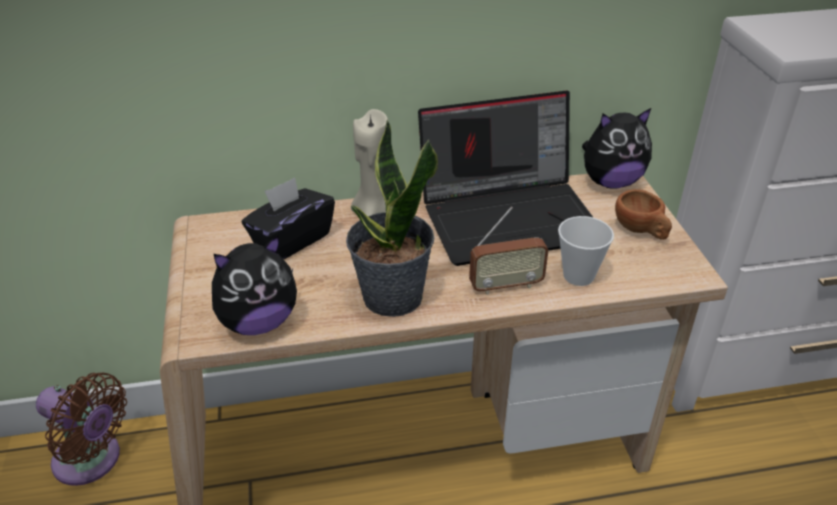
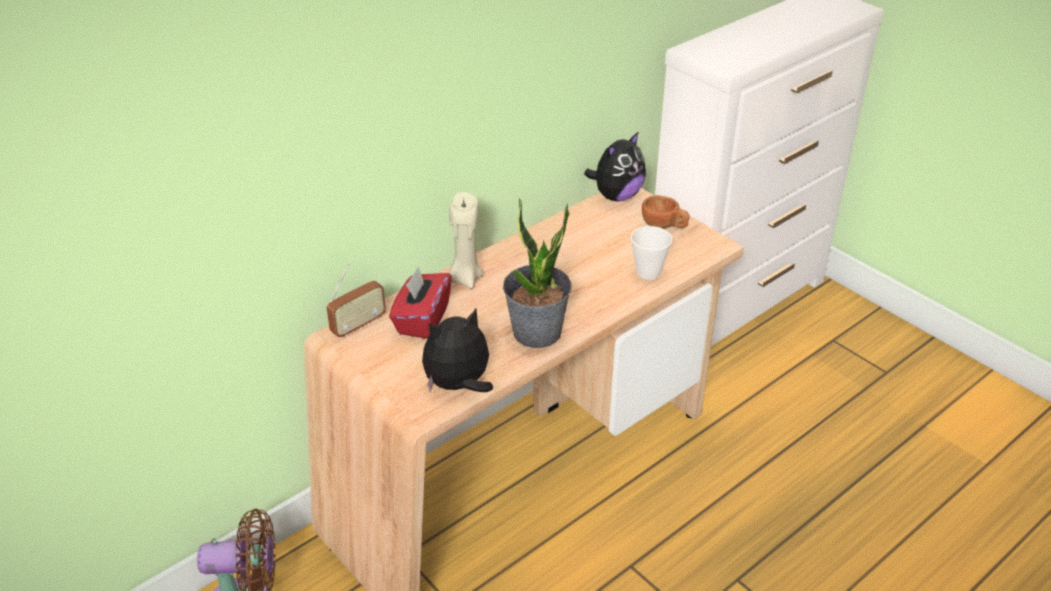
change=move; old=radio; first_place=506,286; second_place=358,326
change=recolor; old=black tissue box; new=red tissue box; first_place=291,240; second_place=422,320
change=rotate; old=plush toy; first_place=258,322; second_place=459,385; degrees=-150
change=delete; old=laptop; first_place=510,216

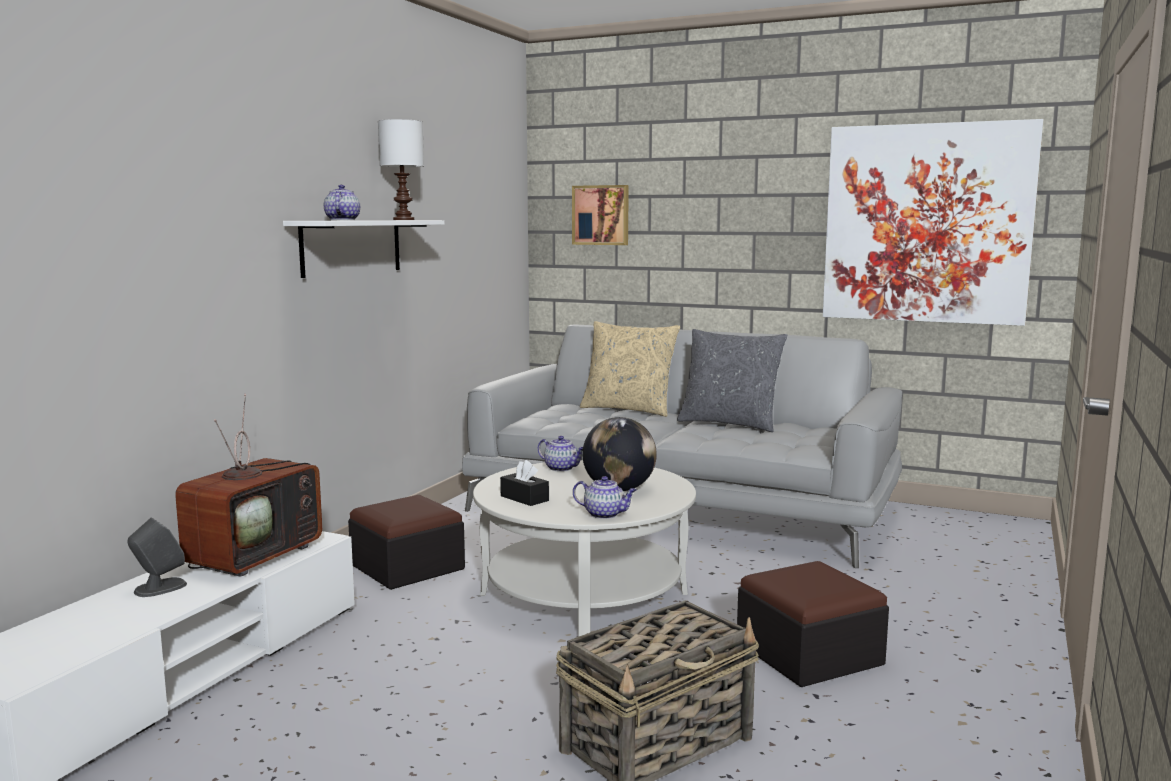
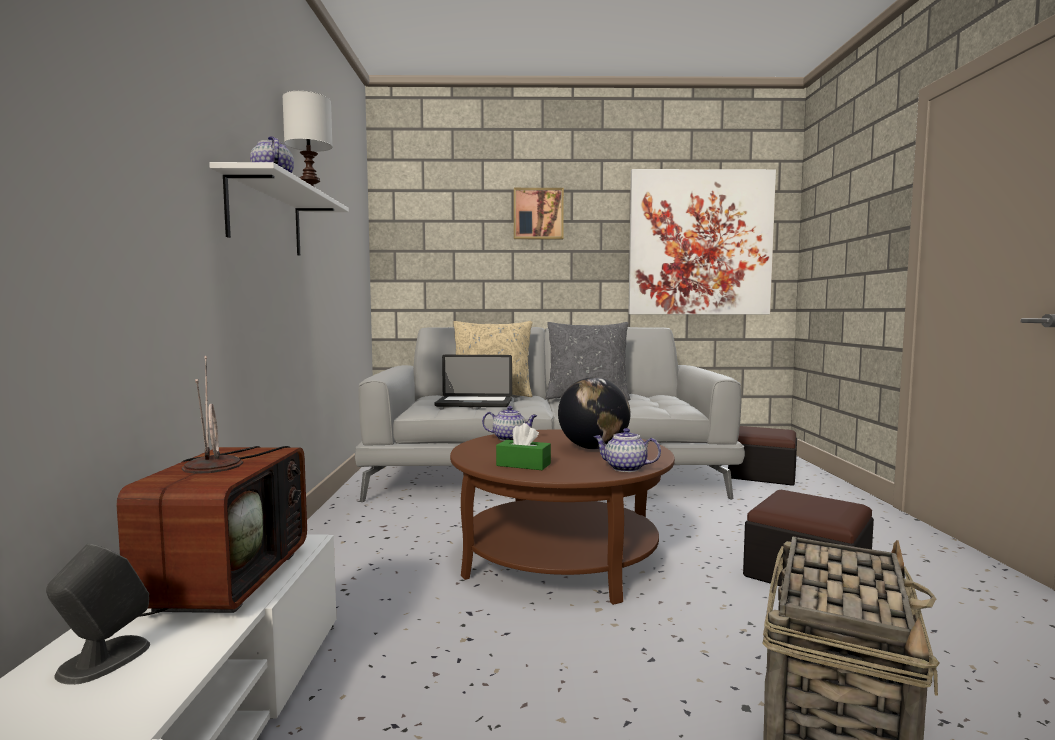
change=insert; new=laptop; second_place=474,403
change=recolor; old=white coffee table; new=brown coffee table; first_place=584,593; second_place=560,557
change=recolor; old=black tissue box; new=green tissue box; first_place=524,498; second_place=523,465
change=move; old=picture; first_place=601,215; second_place=538,214
change=rotate; old=teapot; first_place=605,514; second_place=624,468; degrees=-150
change=move; old=ottoman; first_place=407,567; second_place=762,474

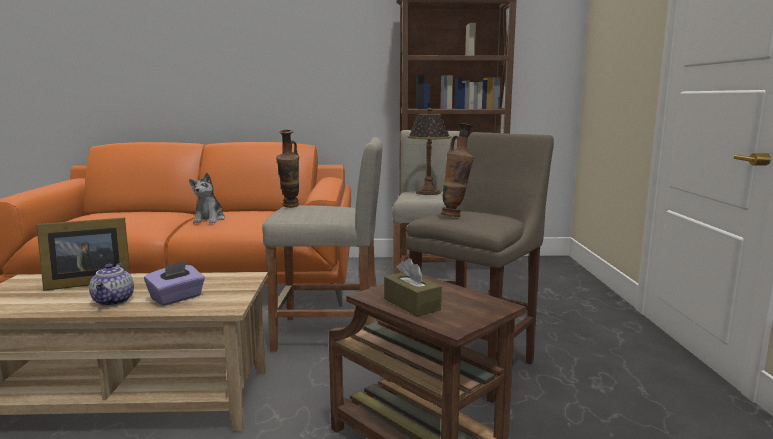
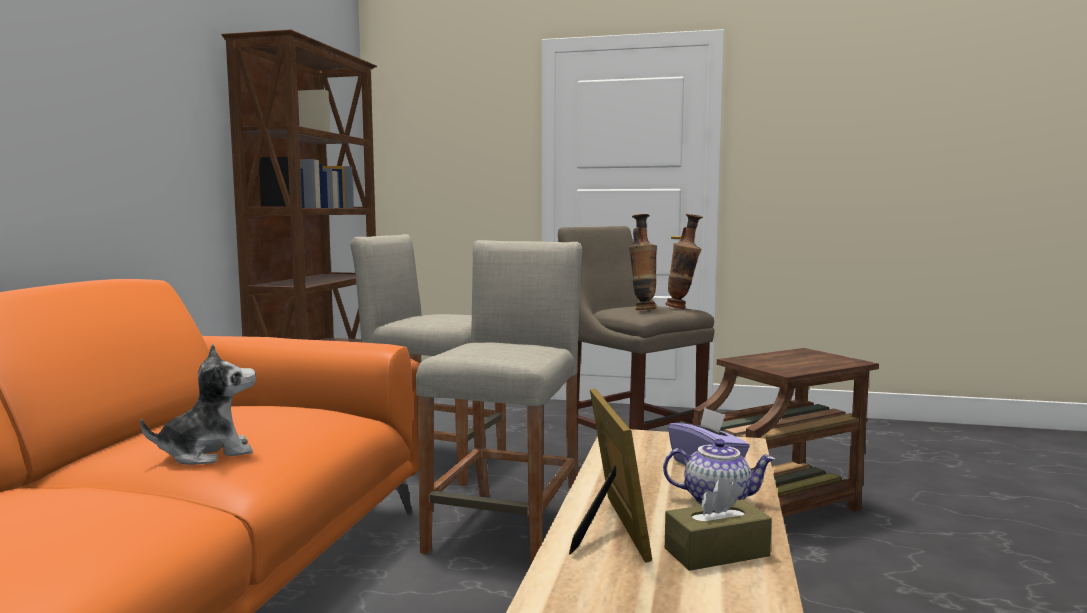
change=rotate; old=plush toy; first_place=209,219; second_place=208,453; degrees=-45
change=move; old=brown tissue box; first_place=411,304; second_place=716,552
change=move; old=vase; first_place=290,207; second_place=682,308
change=delete; old=table lamp; first_place=428,192

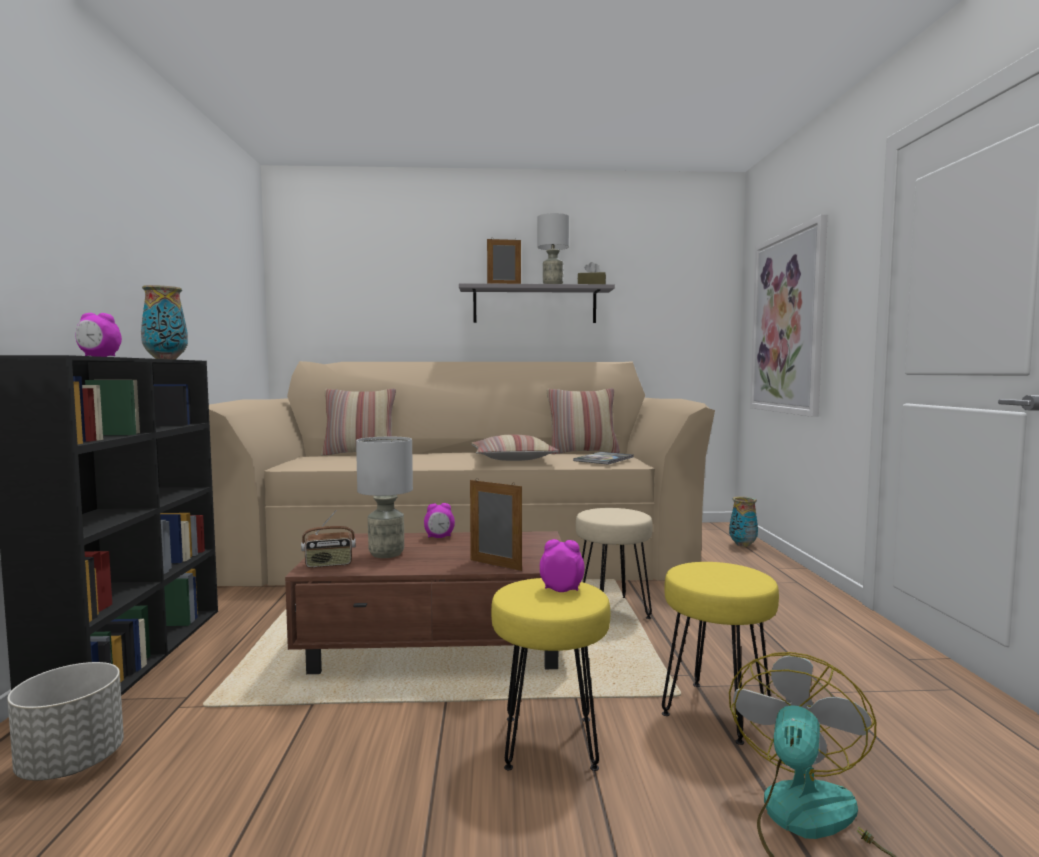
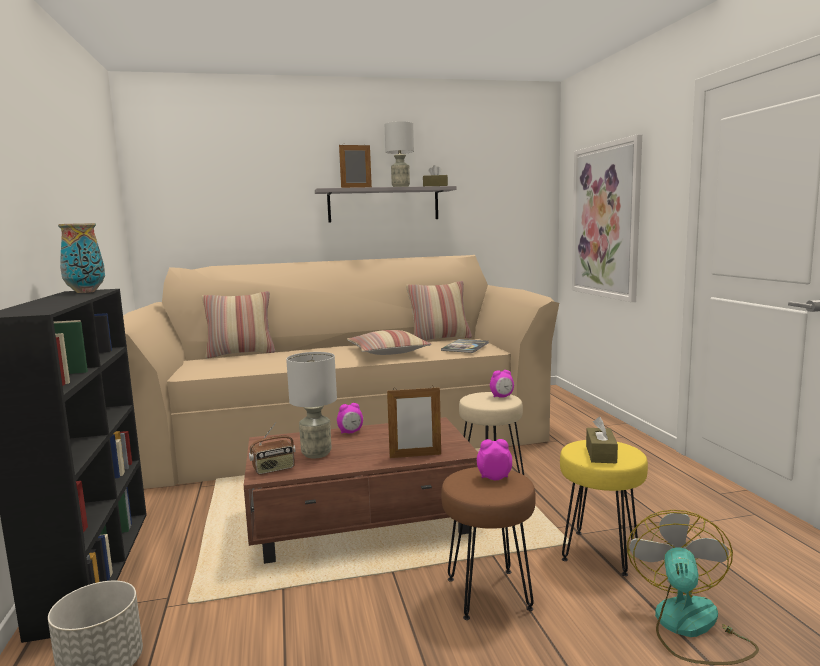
change=rotate; old=picture frame; first_place=495,565; second_place=415,456; degrees=150
change=recolor; old=yellow stool; new=brown stool; first_place=550,741; second_place=489,593
change=move; old=alarm clock; first_place=99,356; second_place=502,397
change=insert; new=brown tissue box; second_place=601,454
change=delete; old=vase; first_place=742,545

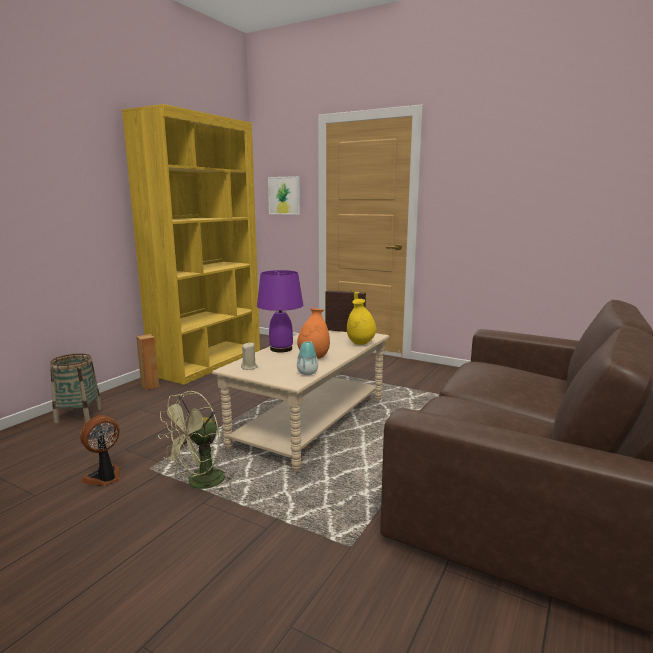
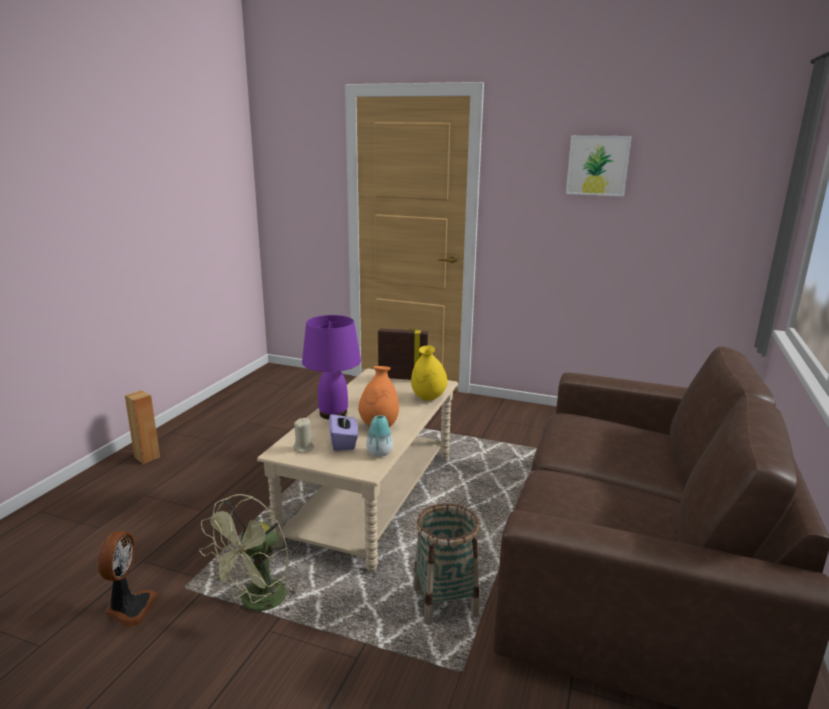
change=rotate; old=fan; first_place=105,478; second_place=129,608; degrees=150
change=insert; new=purple tissue box; second_place=344,442
change=move; old=basket; first_place=79,415; second_place=445,602
change=move; old=picture; first_place=284,195; second_place=597,165
change=delete; old=yellow bookcase; first_place=208,363

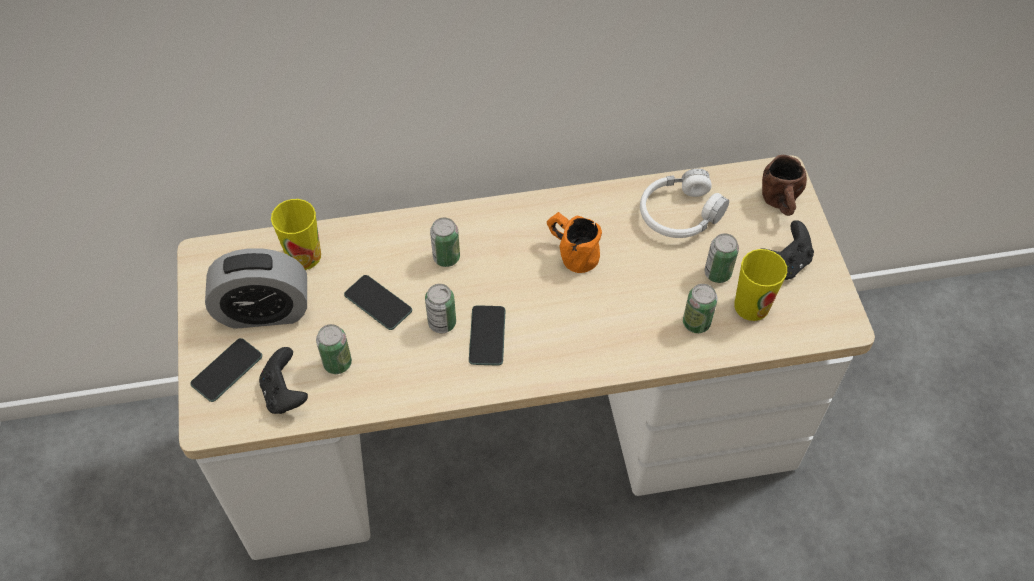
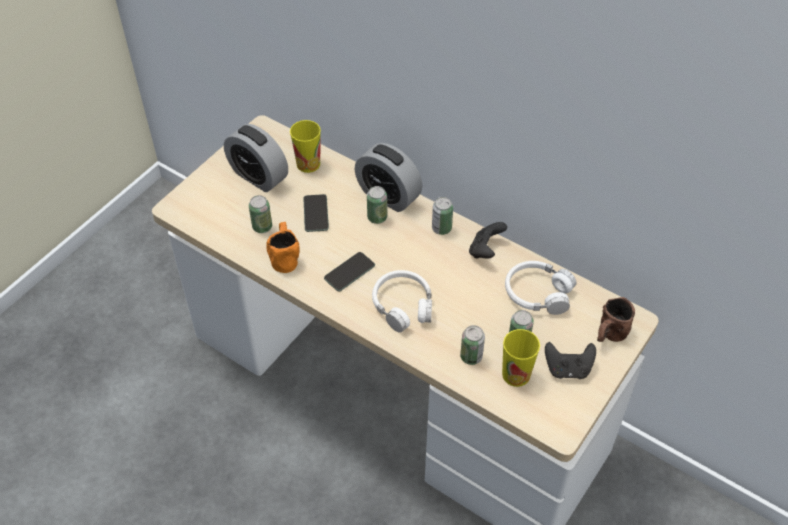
change=move; old=orange mug; first_place=570,253; second_place=284,255
change=insert; new=alarm clock; second_place=388,195
change=insert; new=white headphones; second_place=403,305
change=move; old=can; first_place=442,323; second_place=441,228
change=move; old=black game controller; first_place=285,394; second_place=485,250
change=delete; old=phone; first_place=227,370

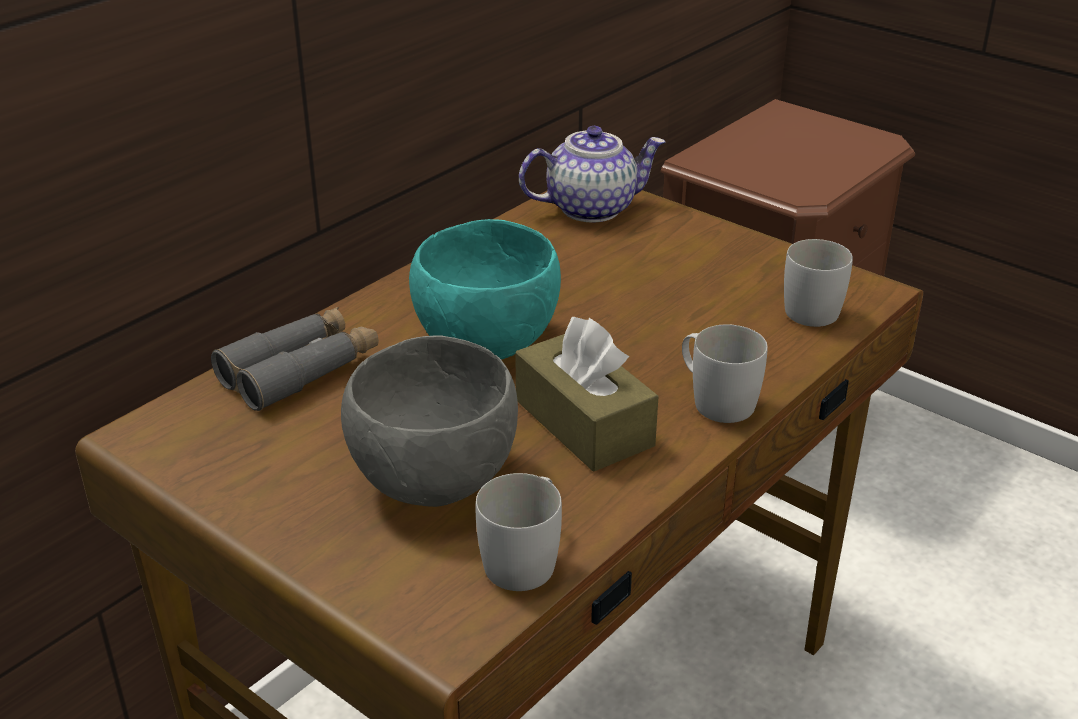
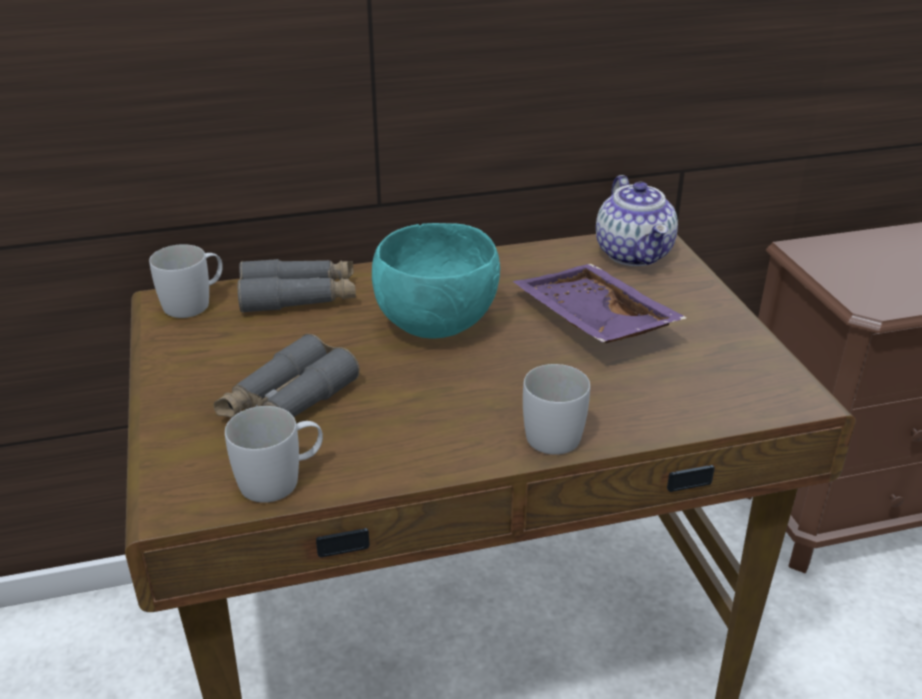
change=move; old=white mug; first_place=810,306; second_place=195,302
change=replace; old=grey bowl; new=grey binoculars; first_place=432,481; second_place=287,402
change=insert; new=purple tray; second_place=590,322
change=rotate; old=teapot; first_place=591,208; second_place=635,254; degrees=60
change=delete; old=brown tissue box; first_place=584,423

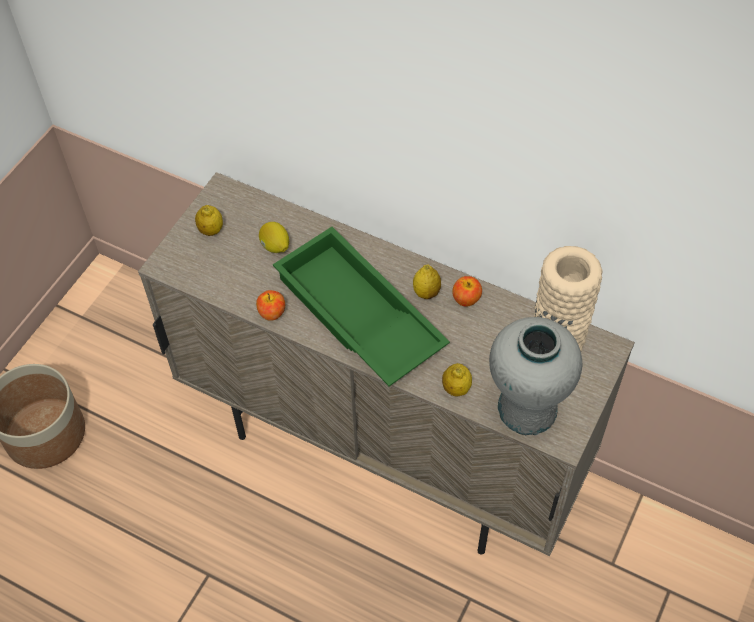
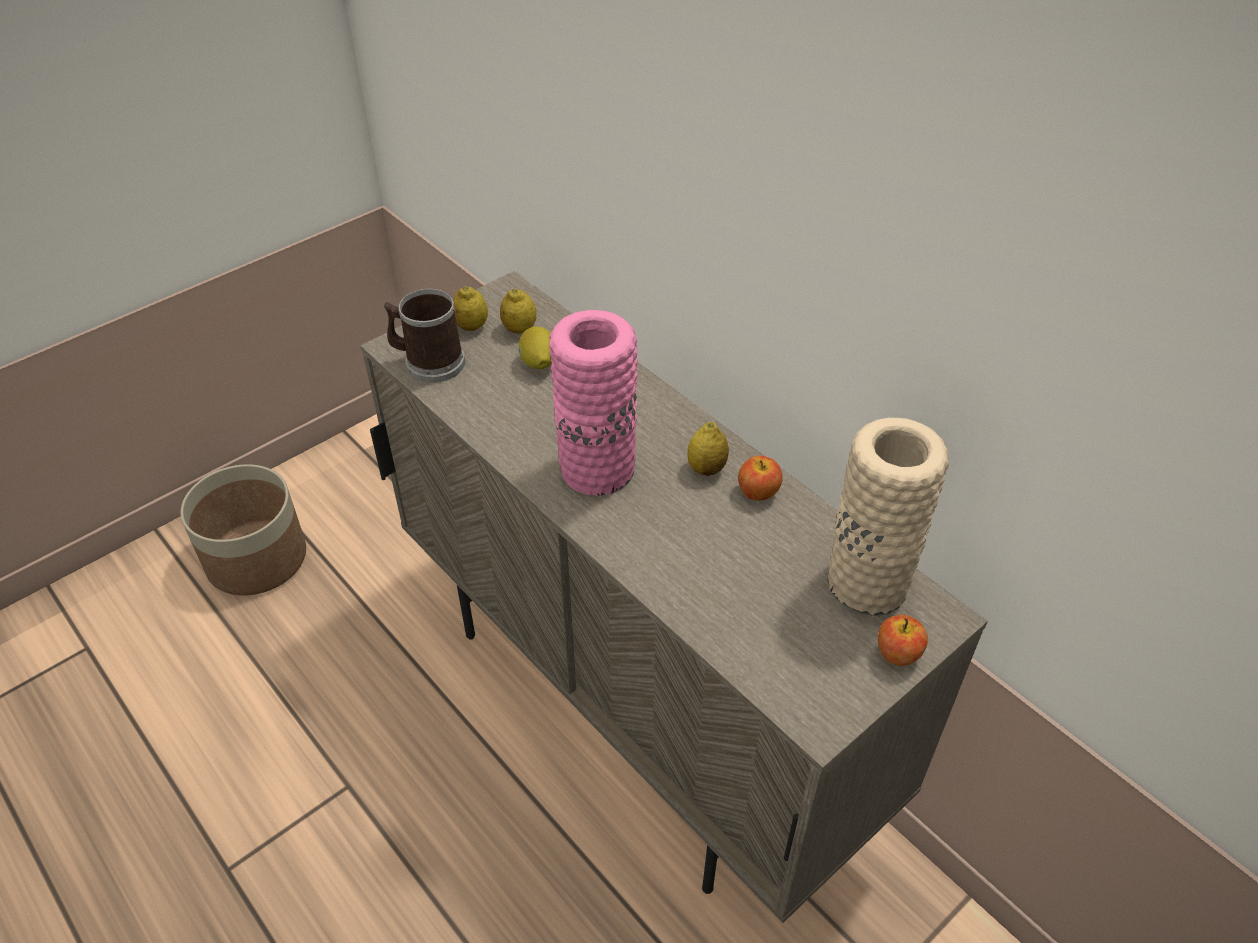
change=insert; new=mug; second_place=428,362
change=move; old=lemon; first_place=456,388; second_place=519,329
change=replace; old=green tray; new=pink vase; first_place=356,316; second_place=597,469
change=move; old=apple; first_place=272,313; second_place=898,653
change=delete; old=grey vase; first_place=527,409

